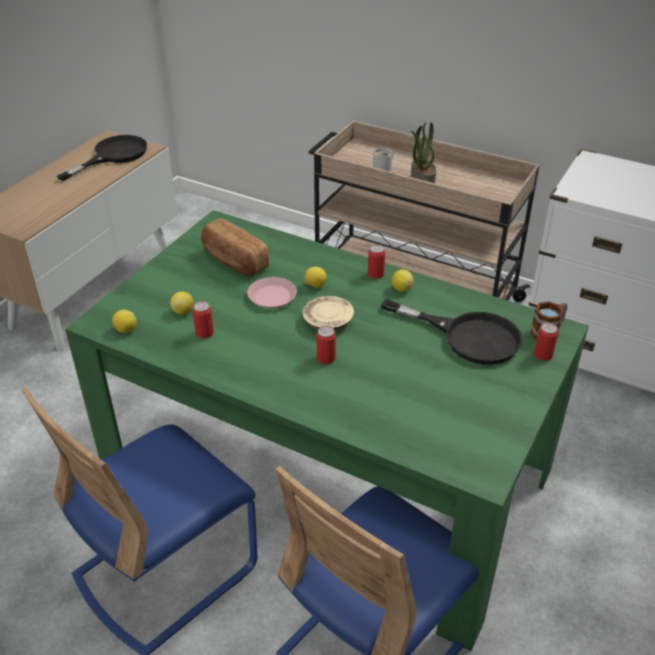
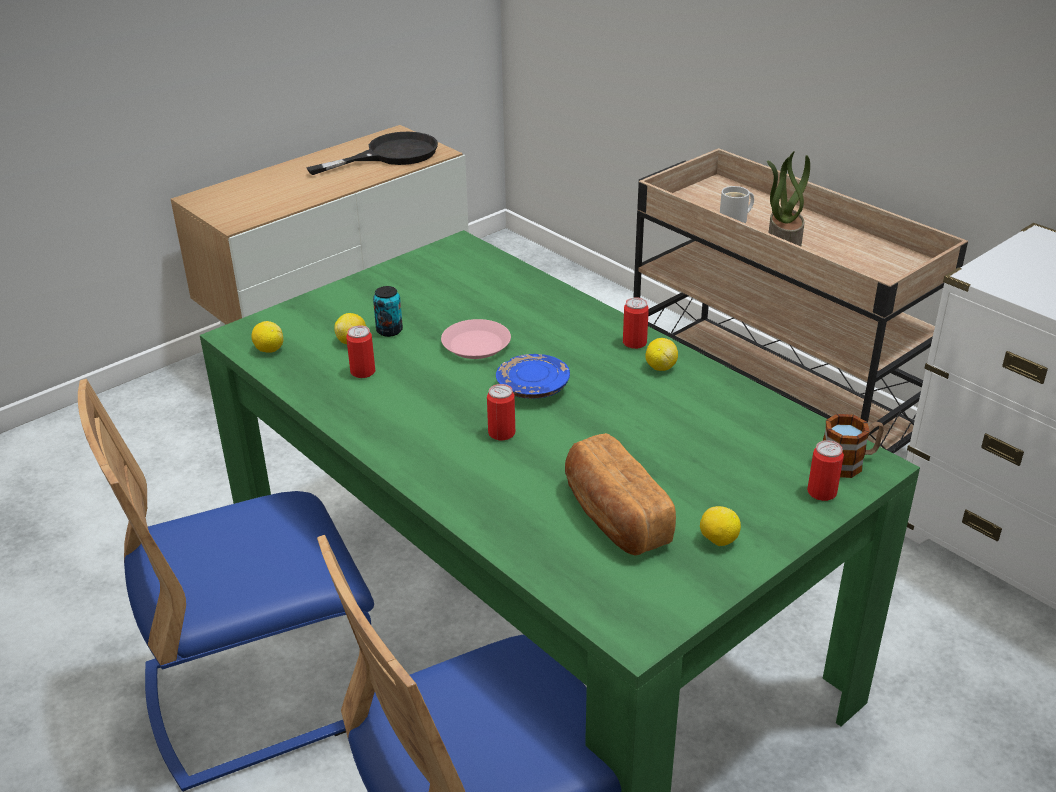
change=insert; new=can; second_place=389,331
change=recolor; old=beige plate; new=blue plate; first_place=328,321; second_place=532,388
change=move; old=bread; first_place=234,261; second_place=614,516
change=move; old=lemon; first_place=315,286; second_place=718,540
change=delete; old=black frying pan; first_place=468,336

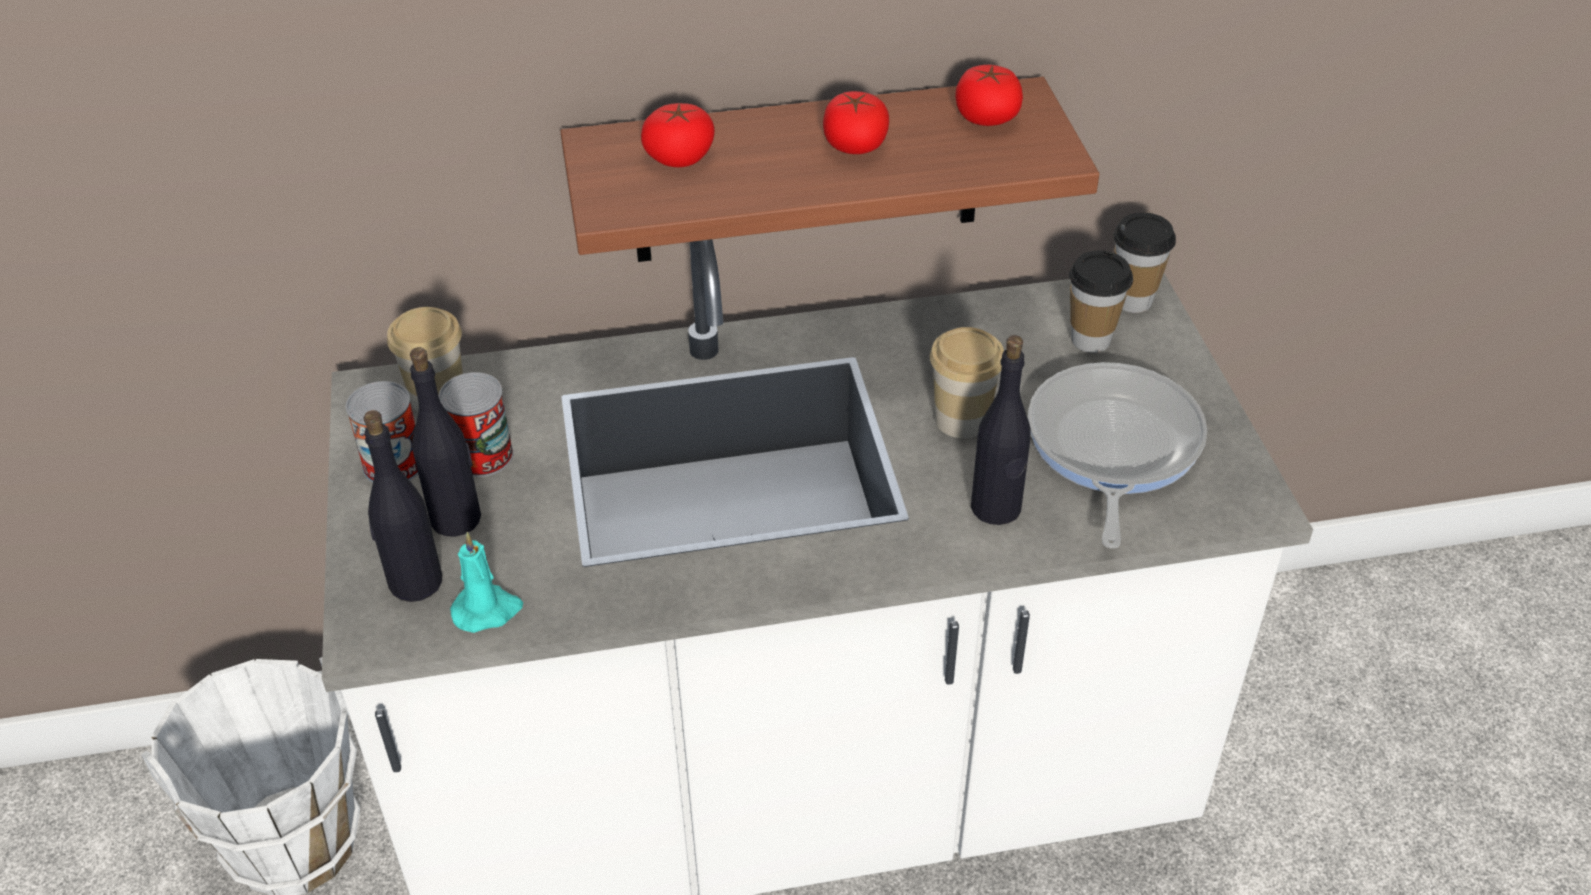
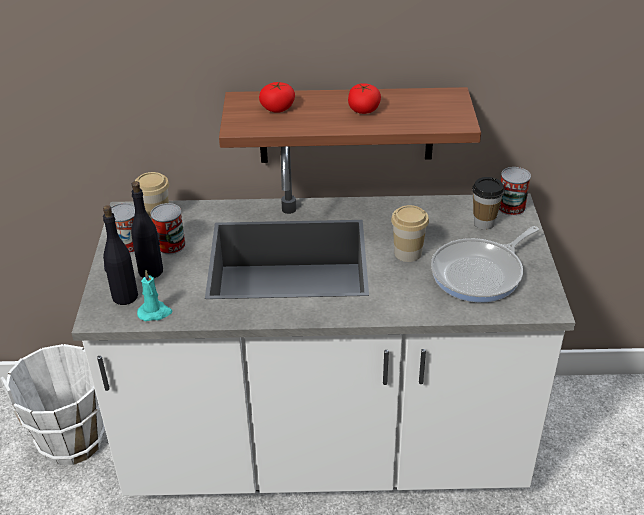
change=rotate; old=frying pan; first_place=1111,447; second_place=480,273; degrees=-150
change=replace; old=cup; new=can; first_place=1133,300; second_place=511,207
change=delete; old=tomato; first_place=987,117
change=delete; old=black bottle; first_place=996,508

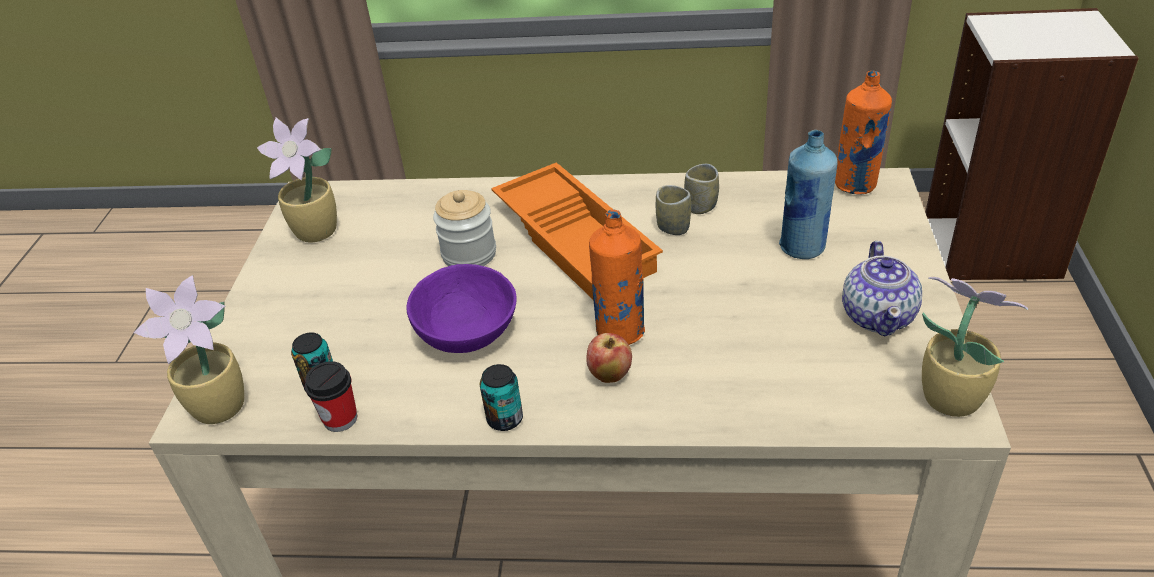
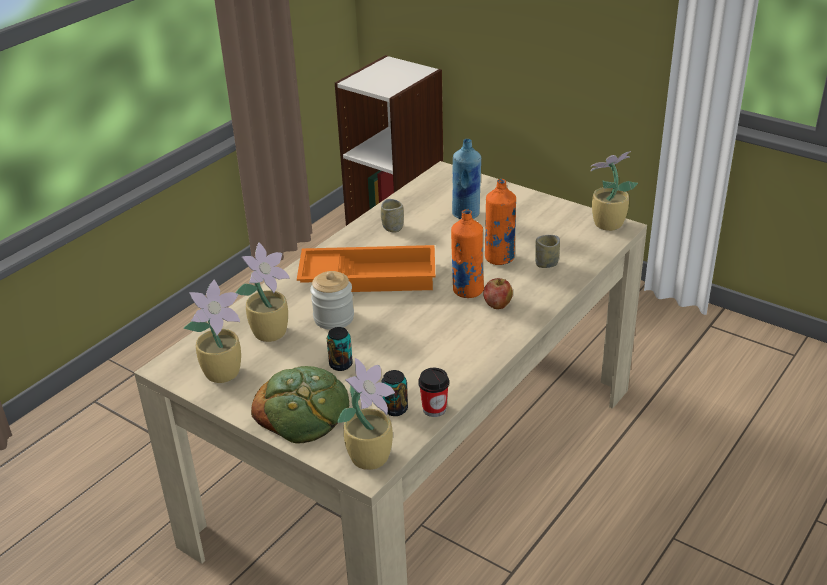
change=insert; new=potted plant; second_place=272,332
change=insert; new=bread; second_place=303,409
change=move; old=can; first_place=505,419; second_place=341,364
change=move; old=orange bottle; first_place=856,185; second_place=499,258
change=move; old=cup; first_place=673,227; second_place=546,264
change=delete; old=purple bowl; first_place=465,333
change=delete; old=teapot; first_place=878,316

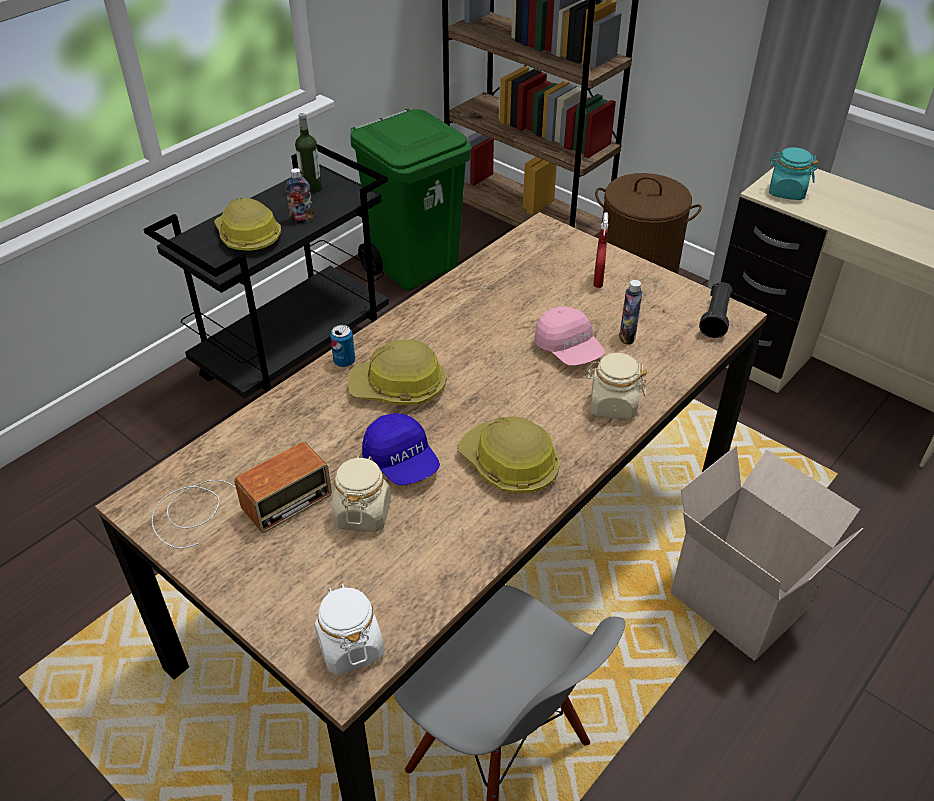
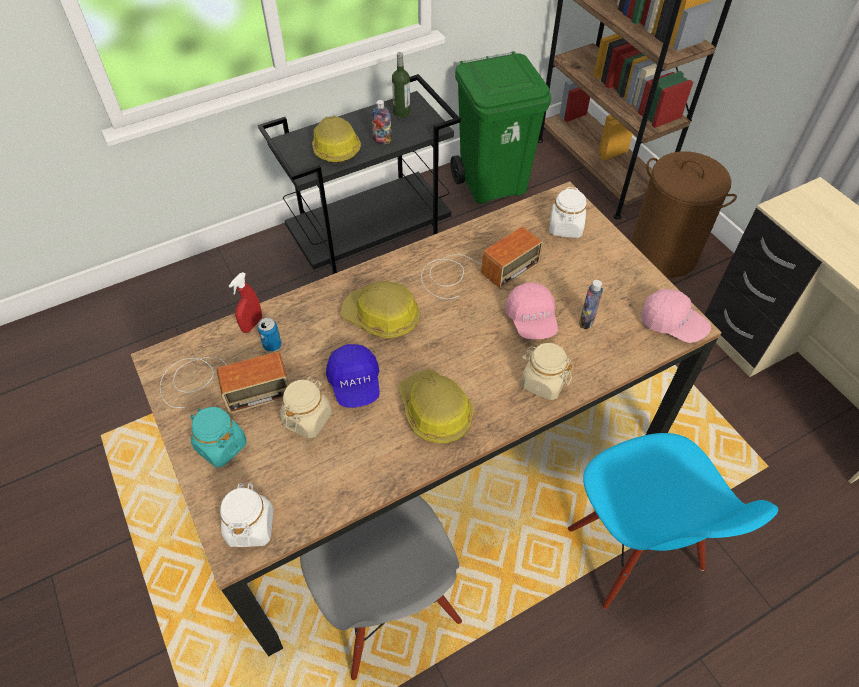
change=move; old=turquoise jar; first_place=786,192; second_place=221,446
change=move; old=red spray bottle; first_place=598,281; second_place=252,324
change=move; old=can; first_place=344,361; second_place=272,345
change=insert; new=radio; second_place=474,271
change=insert; new=white jar; second_place=565,227
change=replace; old=cardboard box; new=blue chair; first_place=742,600; second_place=633,550
change=replace; old=black flashlight; new=pink cap; first_place=715,318; second_place=672,324

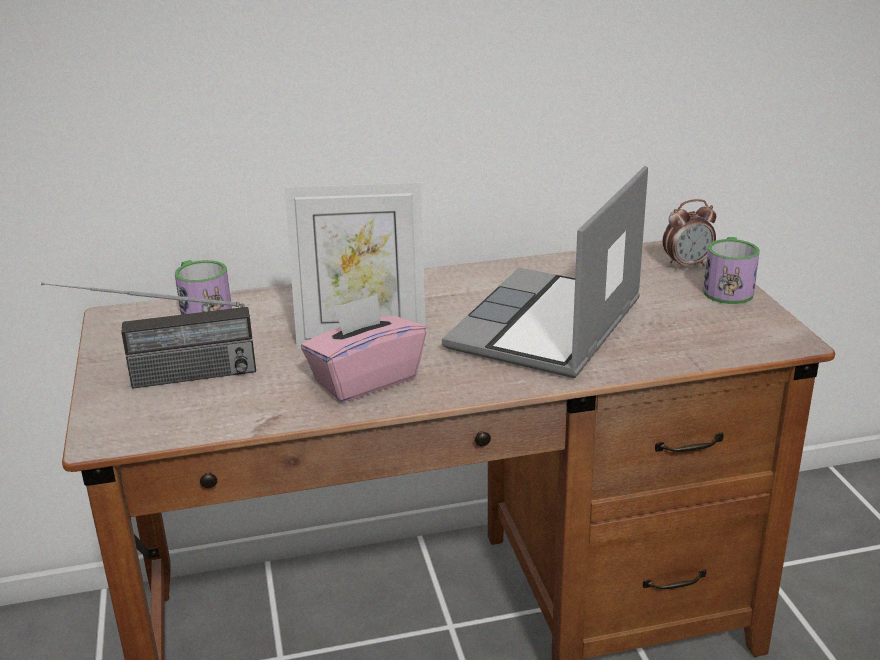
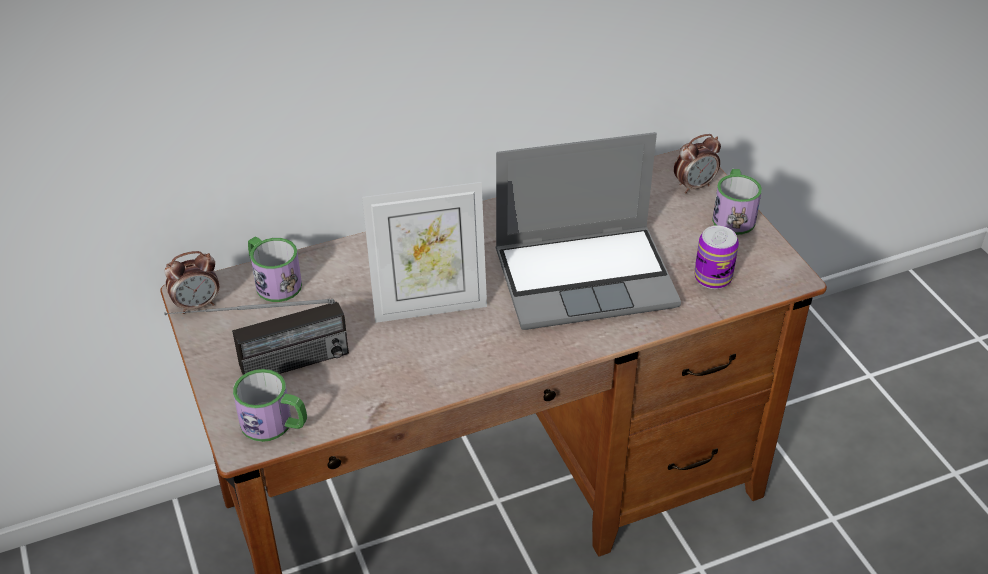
change=insert; new=alarm clock; second_place=197,305
change=insert; new=mug; second_place=275,424
change=rotate; old=laptop; first_place=547,328; second_place=587,277; degrees=-120
change=insert; new=can; second_place=712,278
change=delete; old=pink tissue box; first_place=365,380

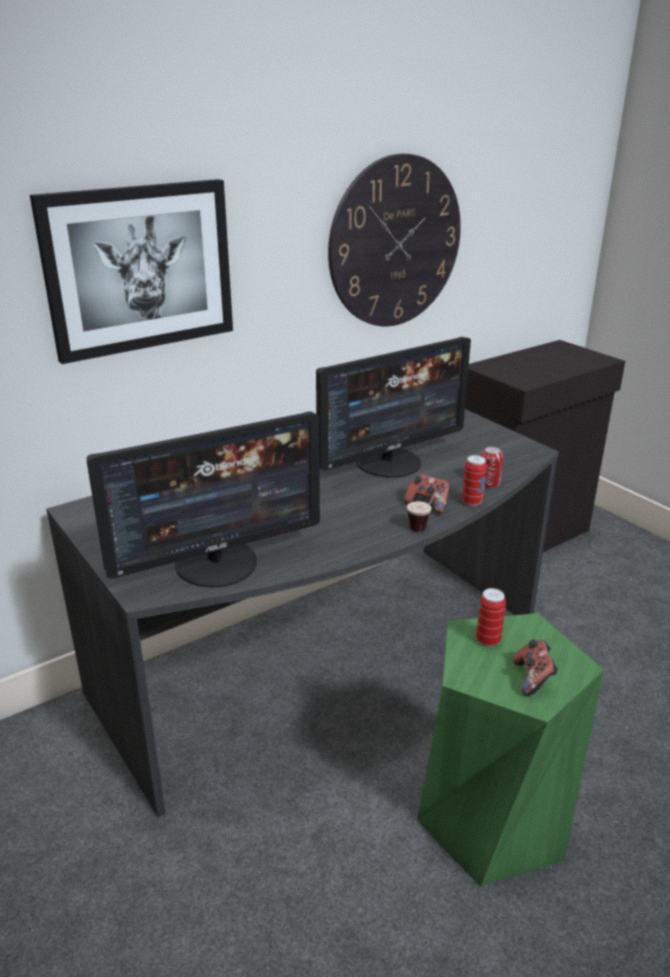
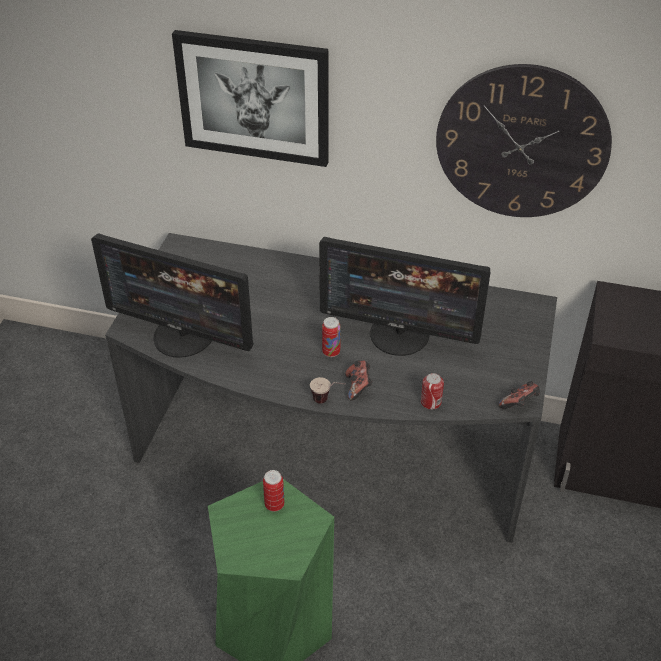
change=move; old=can; first_place=472,502; second_place=331,352
change=move; old=game controller; first_place=533,678; second_place=519,404

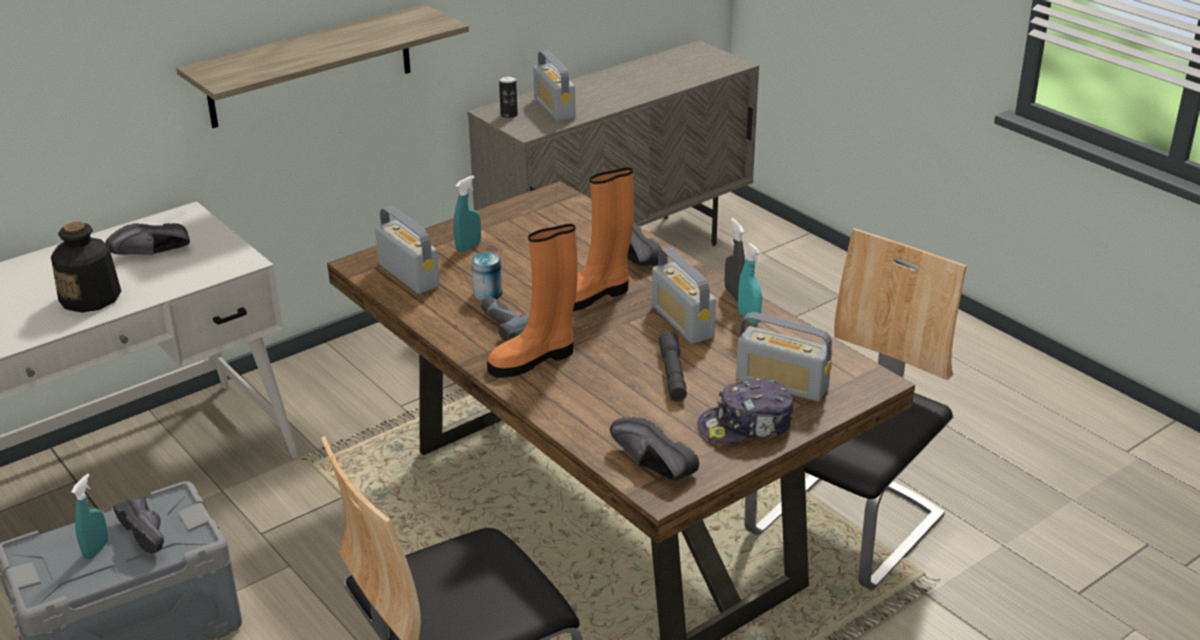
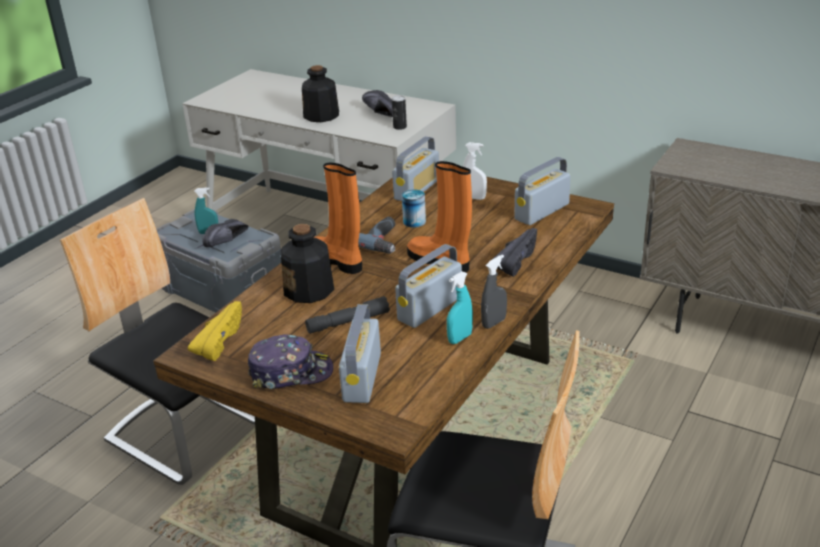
change=recolor; old=black shoe; new=yellow shoe; first_place=648,466; second_place=217,340
change=rotate; old=cap; first_place=746,425; second_place=291,372; degrees=120
change=insert; new=bottle; second_place=309,290
change=move; old=can; first_place=509,115; second_place=399,127
change=recolor; old=turquoise spray bottle; new=white spray bottle; first_place=468,247; second_place=474,198
change=move; old=radio; first_place=554,108; second_place=542,212
change=delete; old=shelf; first_place=310,66

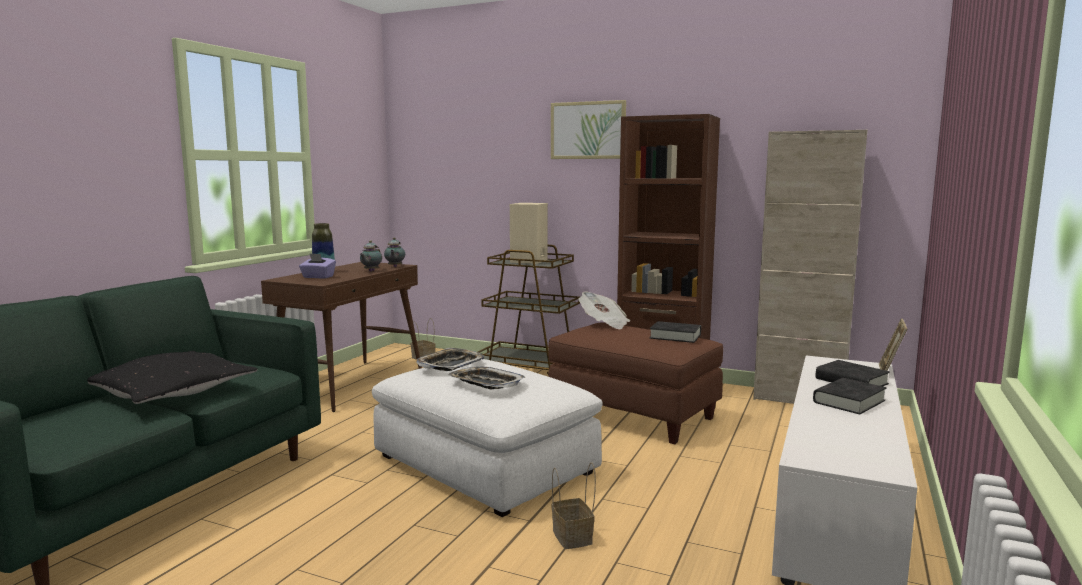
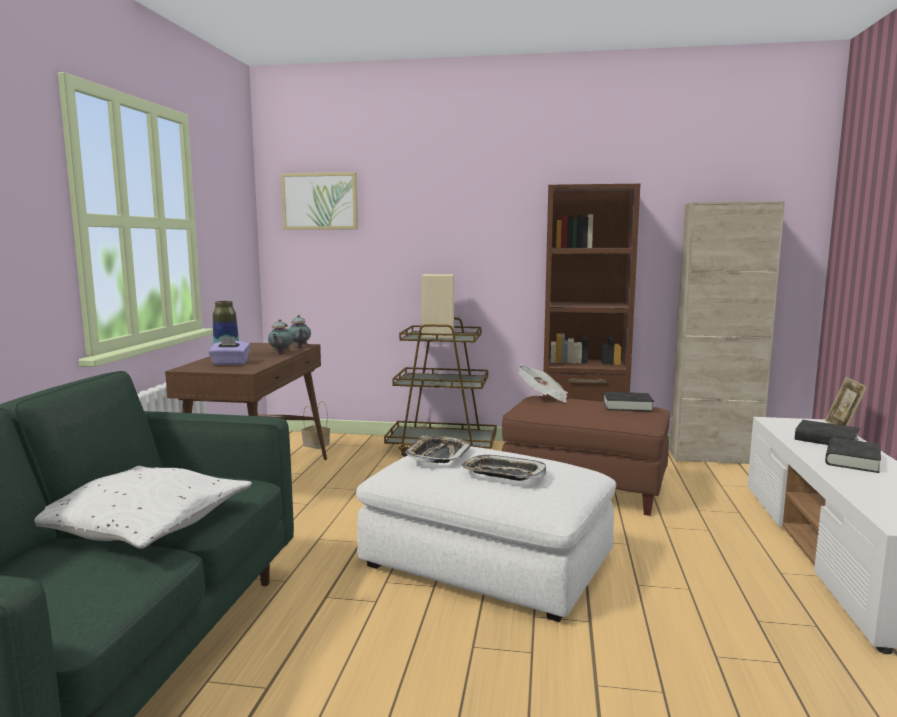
change=recolor; old=black pillow; new=white pillow; first_place=170,392; second_place=142,524
change=move; old=picture; first_place=588,130; second_place=320,201
change=delete; old=basket; first_place=573,537

